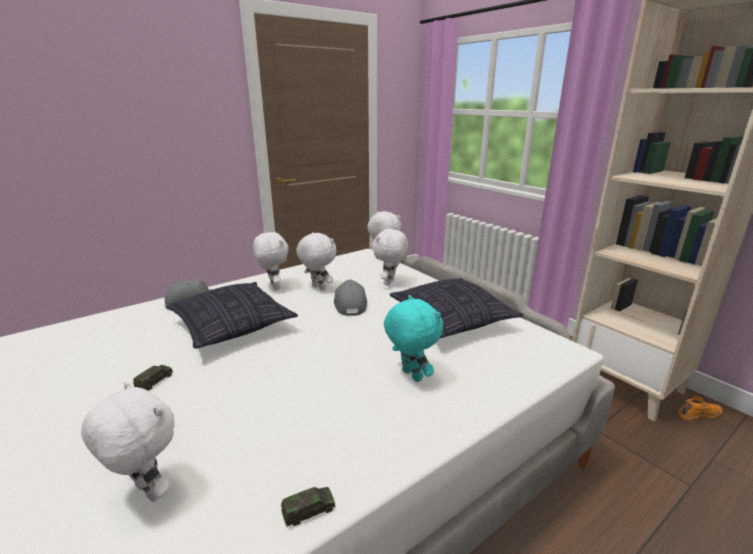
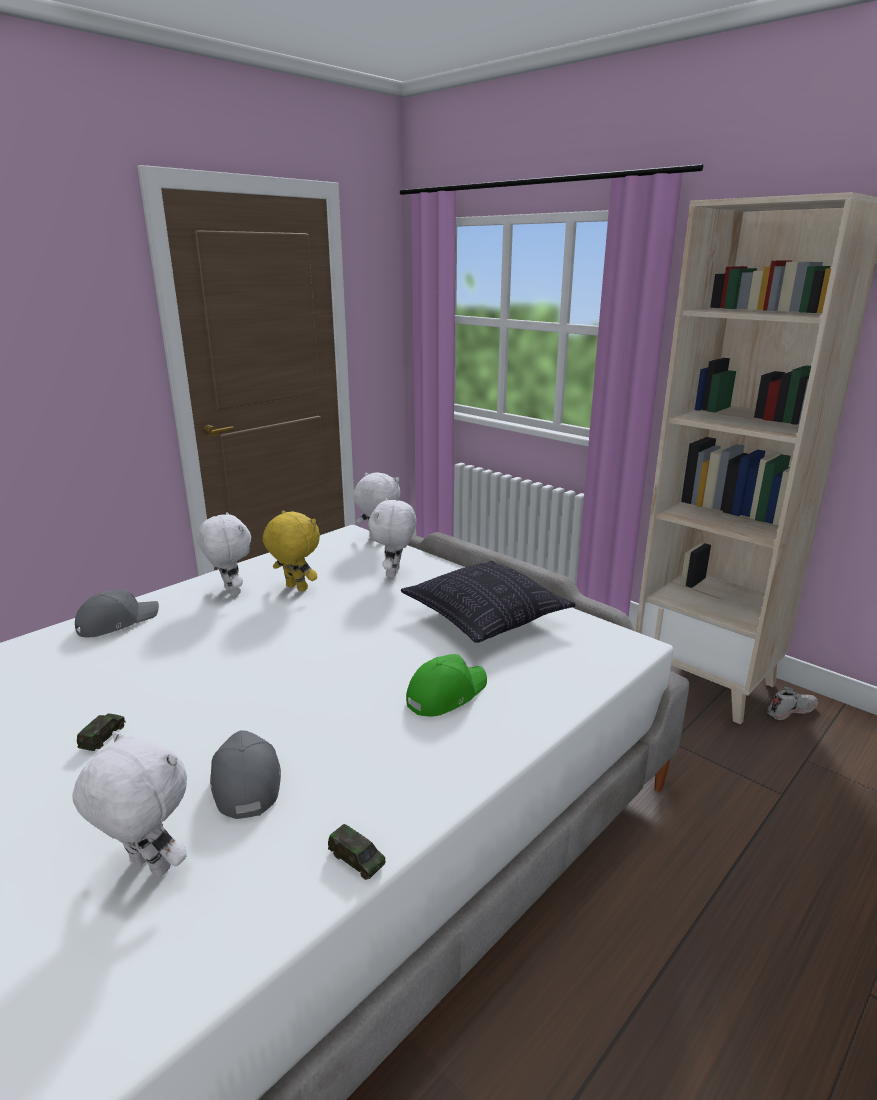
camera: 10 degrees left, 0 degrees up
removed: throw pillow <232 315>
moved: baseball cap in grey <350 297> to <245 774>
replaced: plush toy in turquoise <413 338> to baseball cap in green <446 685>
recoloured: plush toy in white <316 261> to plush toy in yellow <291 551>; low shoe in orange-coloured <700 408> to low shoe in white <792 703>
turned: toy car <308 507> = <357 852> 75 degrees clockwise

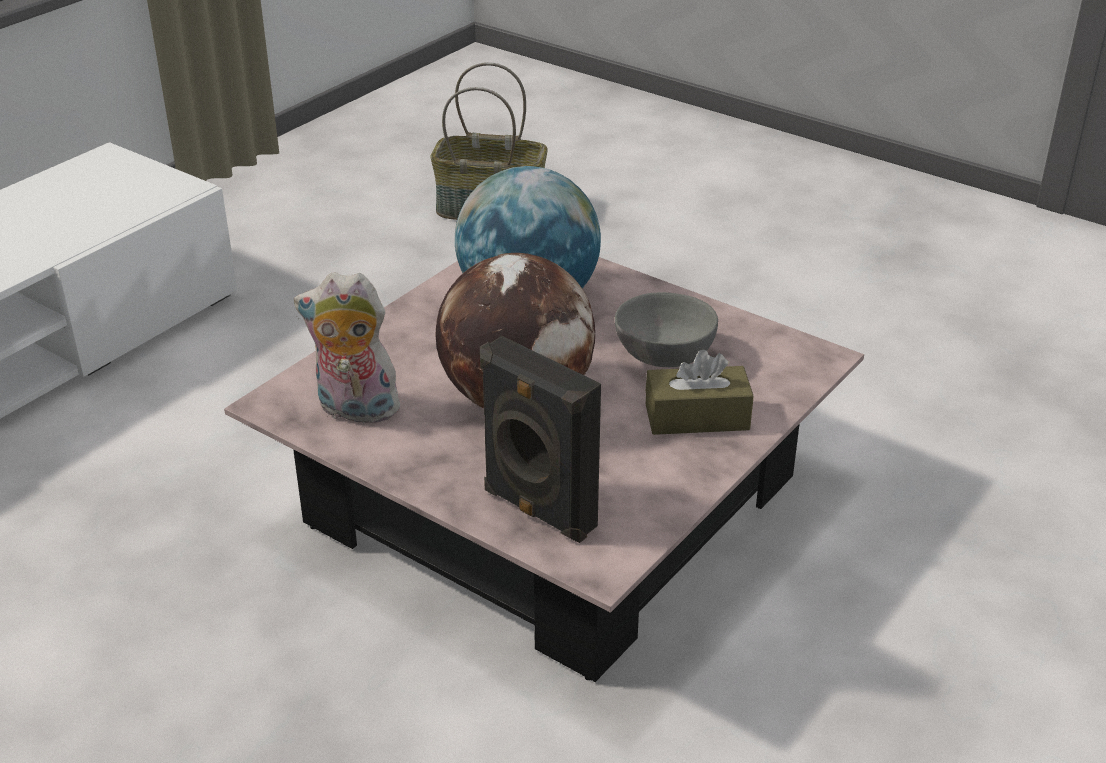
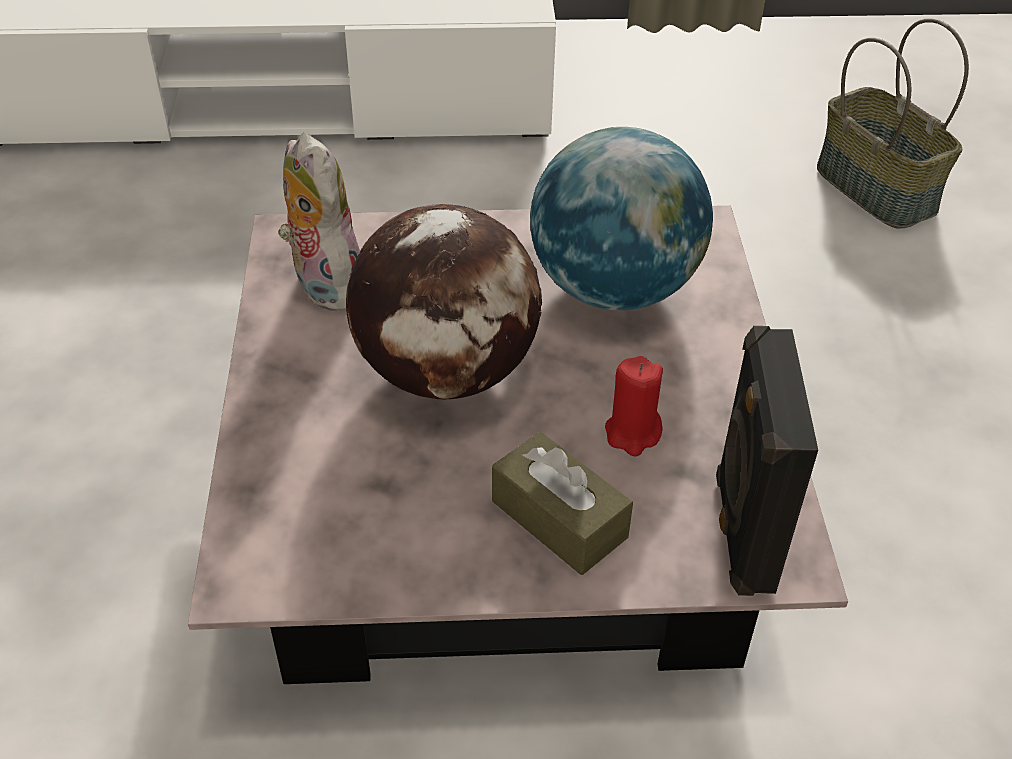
camera: 50 degrees right, 10 degrees up
moved: speaker in blackish <540 439> to <767 461>
replaced: bowl in grey <666 329> to wax candle in red <634 406>

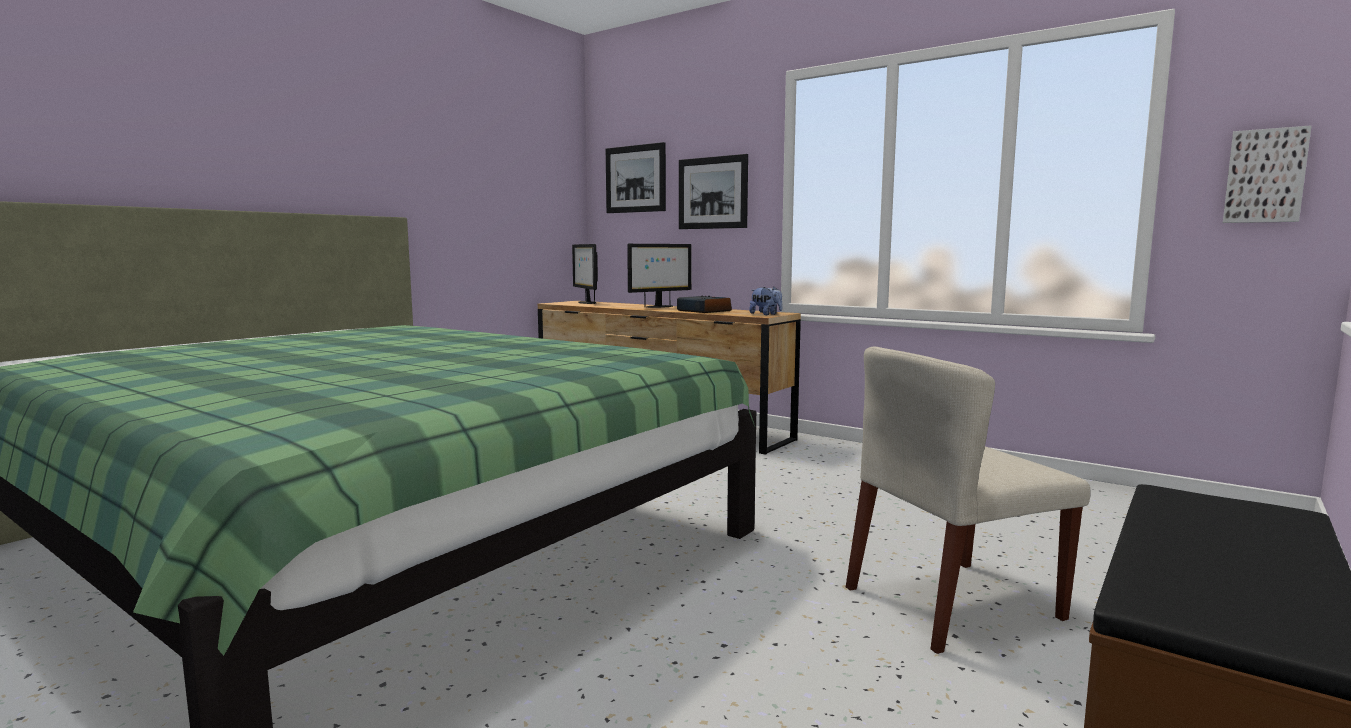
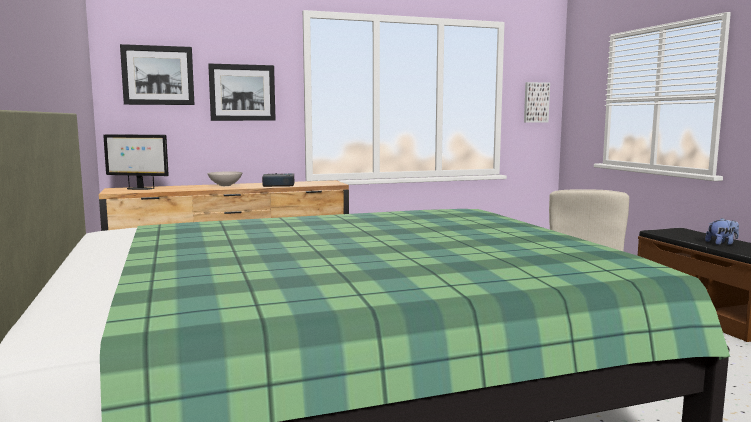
camera: 55 degrees left, 0 degrees up
moved: plush toy <766 301> to <722 231>
replaced: monitor <659 276> to bowl in white <224 178>

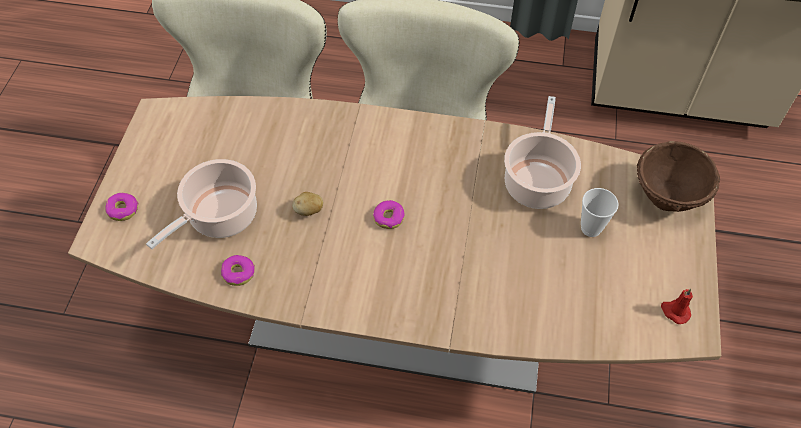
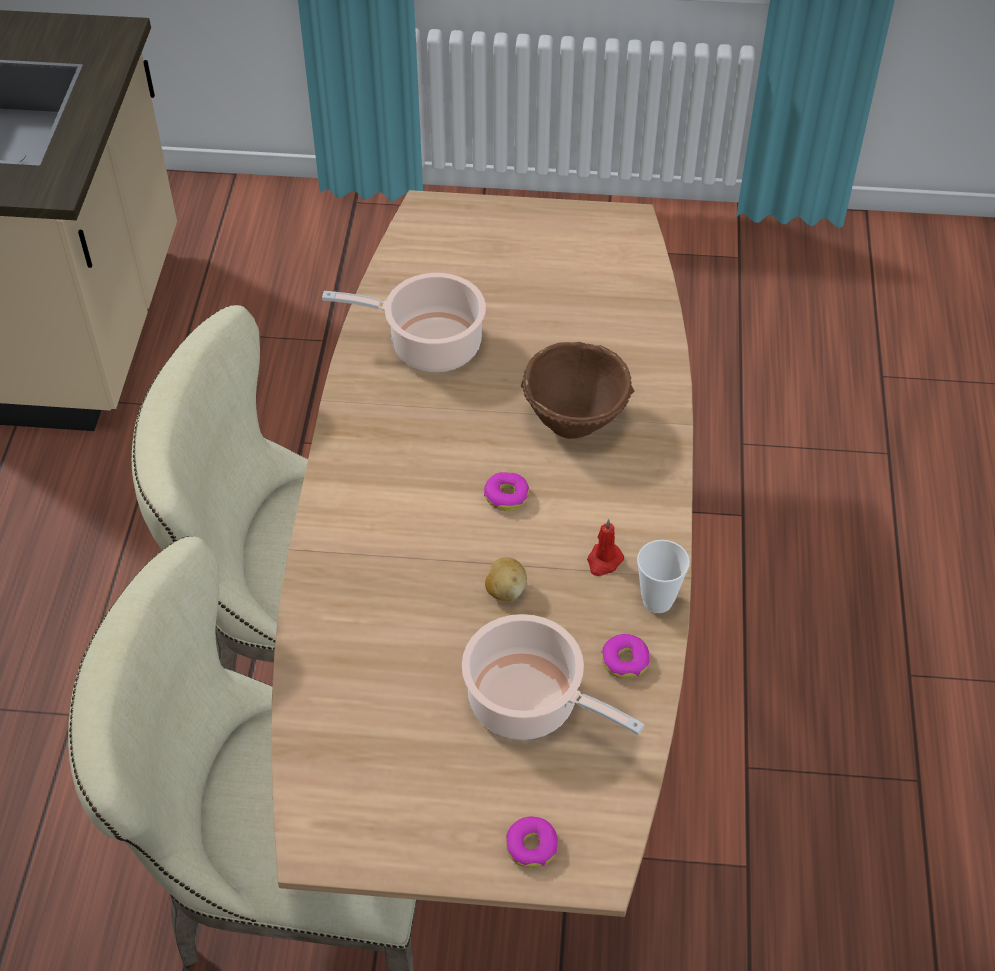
camera: 95 degrees left, 5 degrees down
moved: small cup <600 212> to <663 576>; bowl in brown-coloured <678 176> to <577 390>; wax candle in red <677 306> to <605 547>

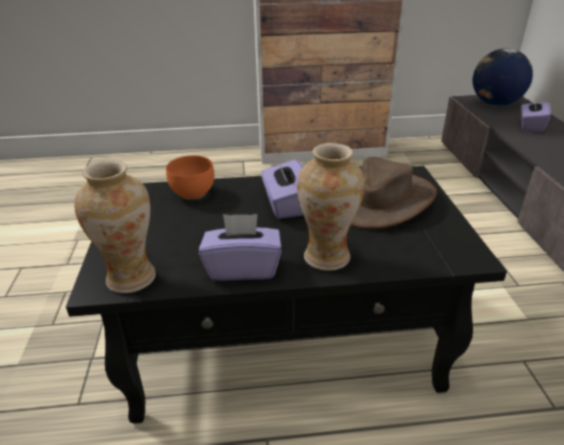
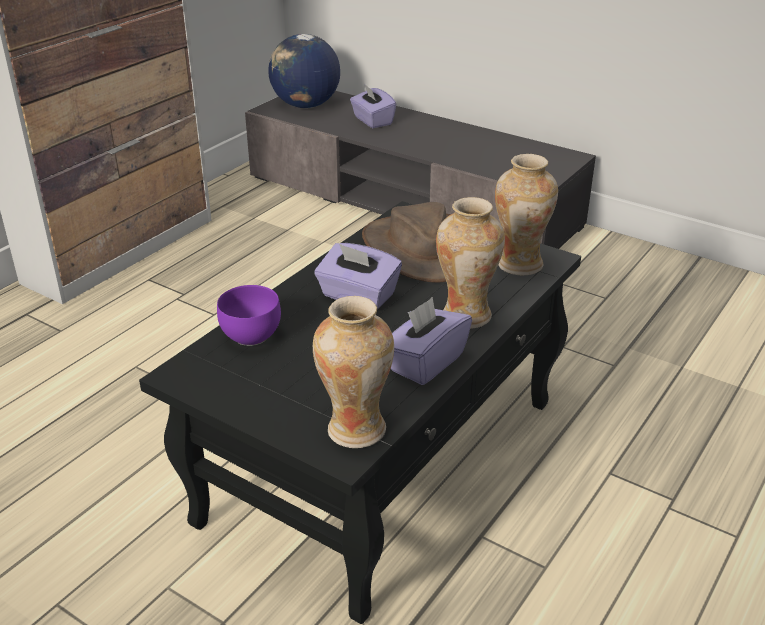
camera: 50 degrees left, 0 degrees up
added: decorative vase <526 214>
recoloured: bowl in orange-coloured <190 177> to bowl in purplish <249 315>

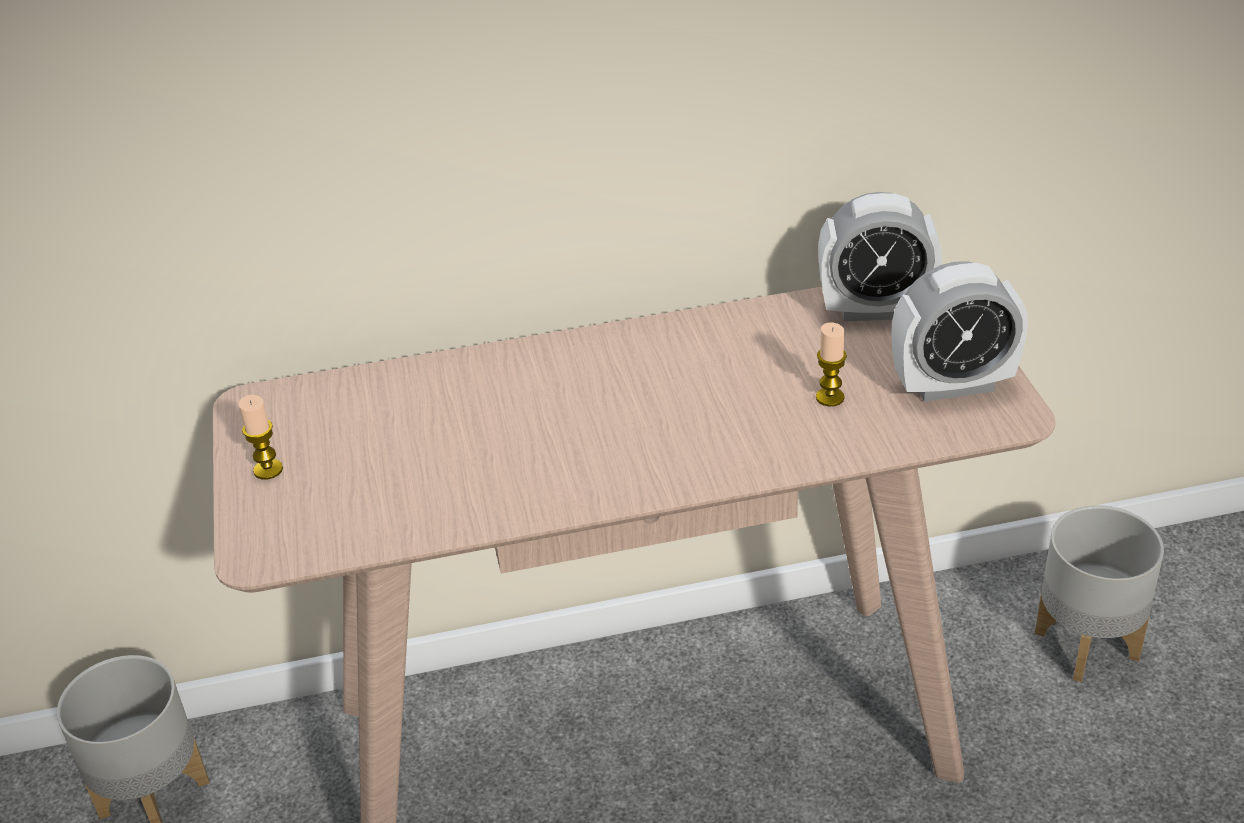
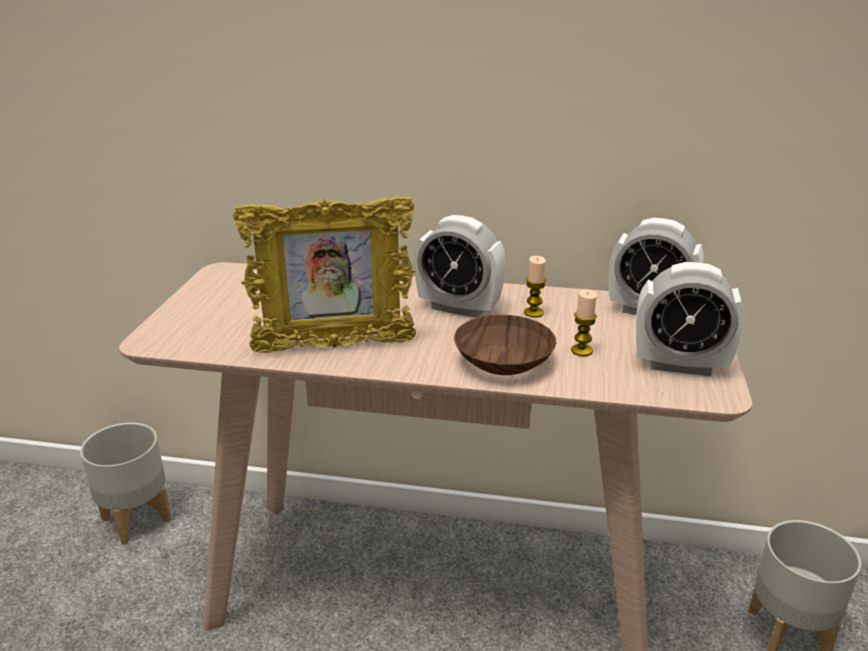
camera: 20 degrees right, 10 degrees down
added: standing frame <324 275>; bedside clock <460 266>; bowl in brown-coloured <505 345>
moved: wax candle <260 437> to <535 287>

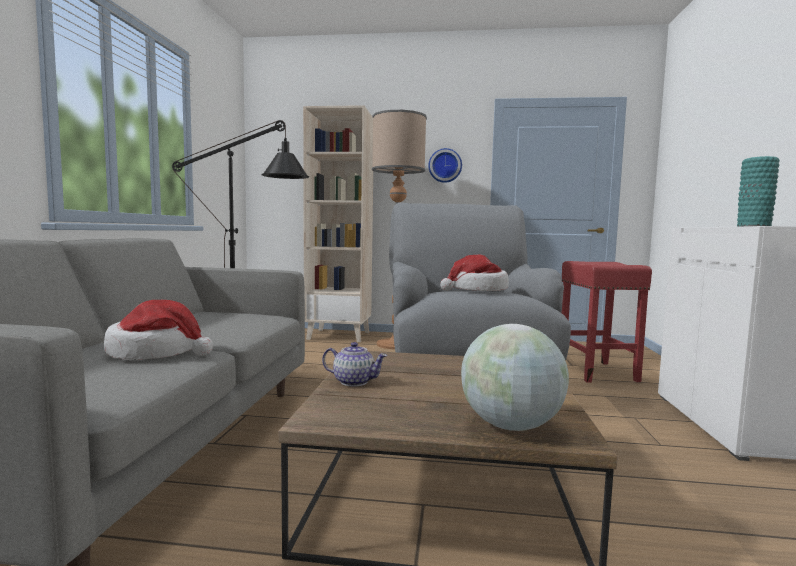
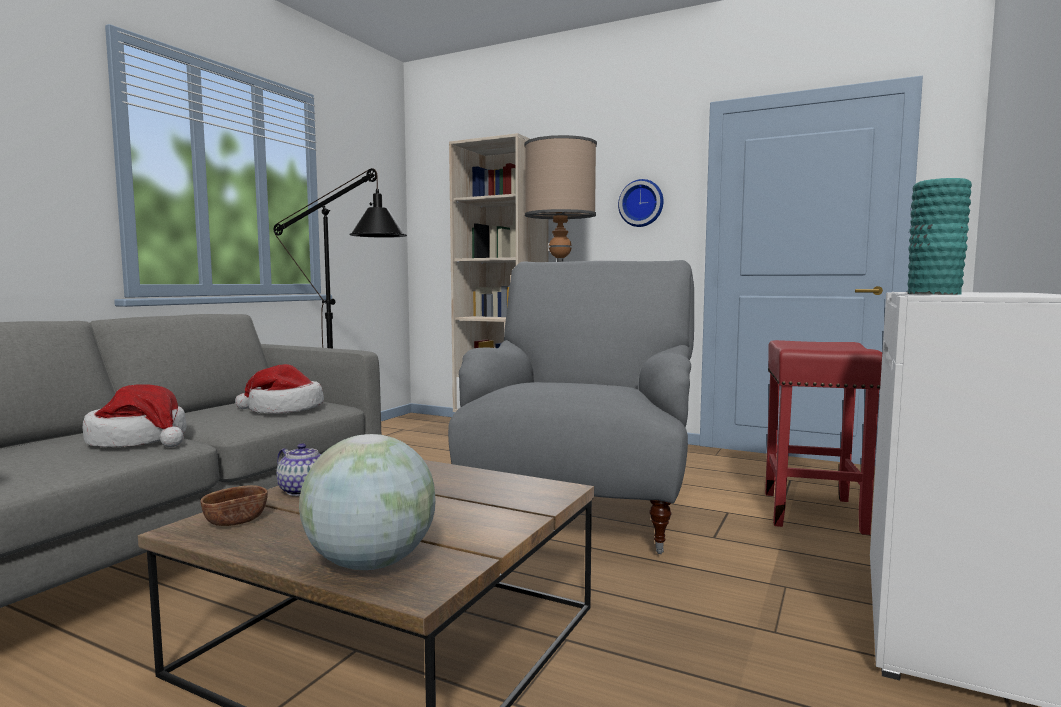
camera: 20 degrees right, 0 degrees up
added: bowl in brown-coloured <234 505>
moved: clothing hat <474 272> to <279 388>

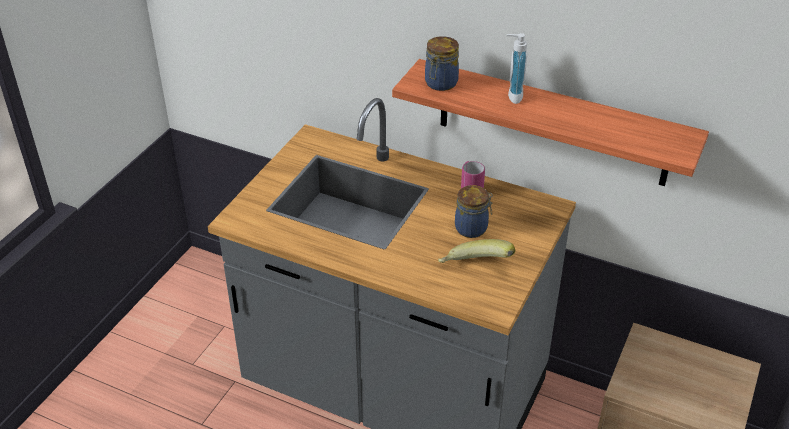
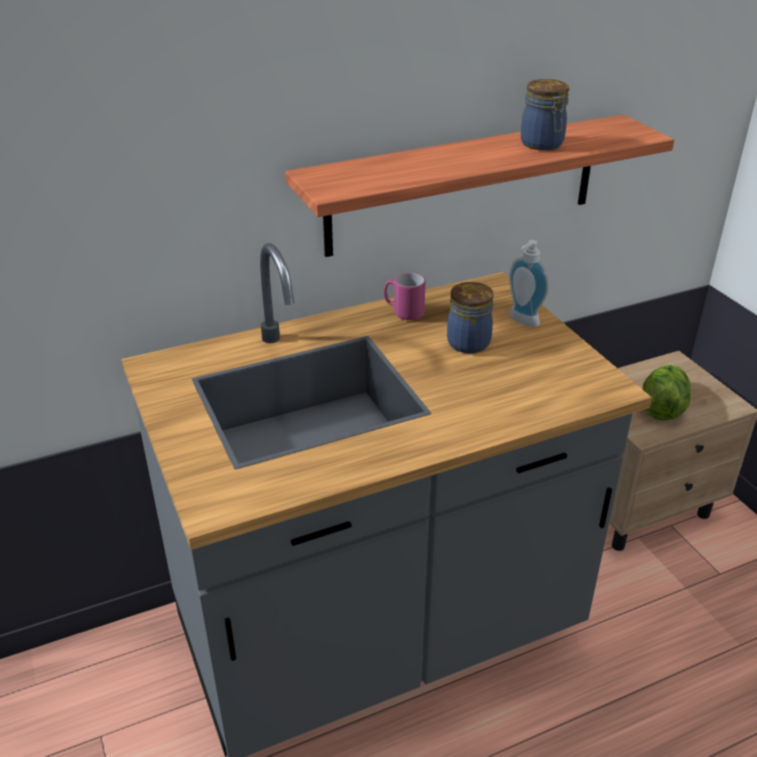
camera: 50 degrees left, 5 degrees down
removed: whole banana <476 251>
added: lettuce head <667 392>
moved: storage jar <442 63> to <545 114>; soap bottle <516 68> to <528 283>

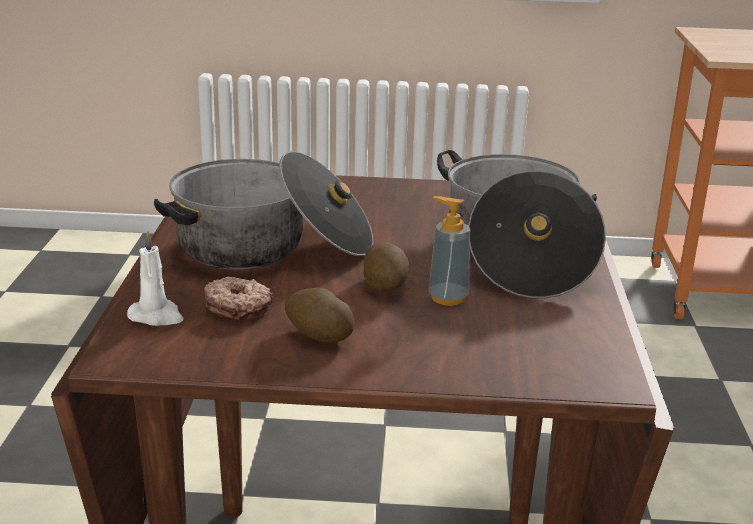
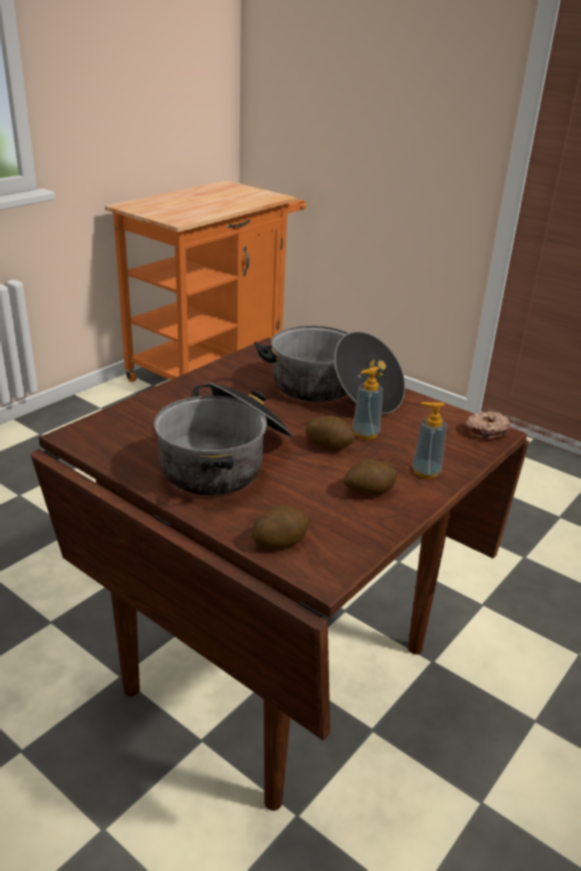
camera: 55 degrees left, 5 degrees up
added: soap bottle <429 440>
moved: doughnut <238 298> to <488 425>
replaced: wax candle in white <155 278> to potato <281 526>

